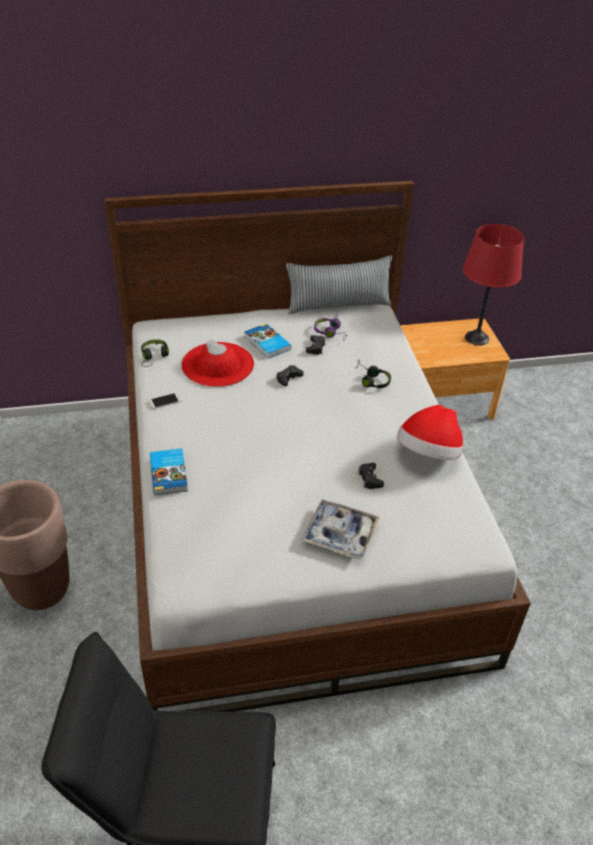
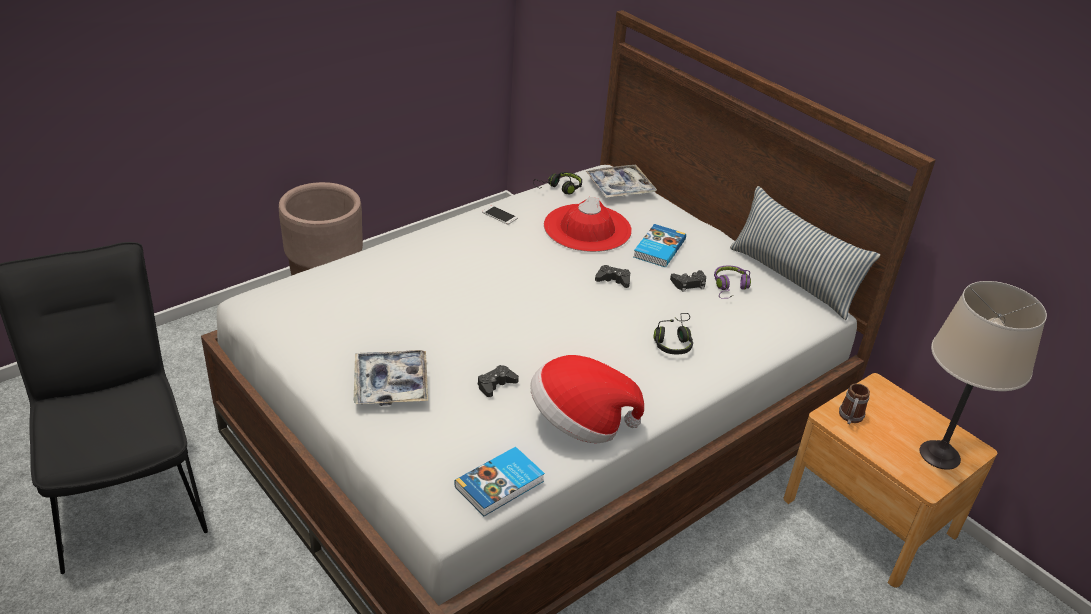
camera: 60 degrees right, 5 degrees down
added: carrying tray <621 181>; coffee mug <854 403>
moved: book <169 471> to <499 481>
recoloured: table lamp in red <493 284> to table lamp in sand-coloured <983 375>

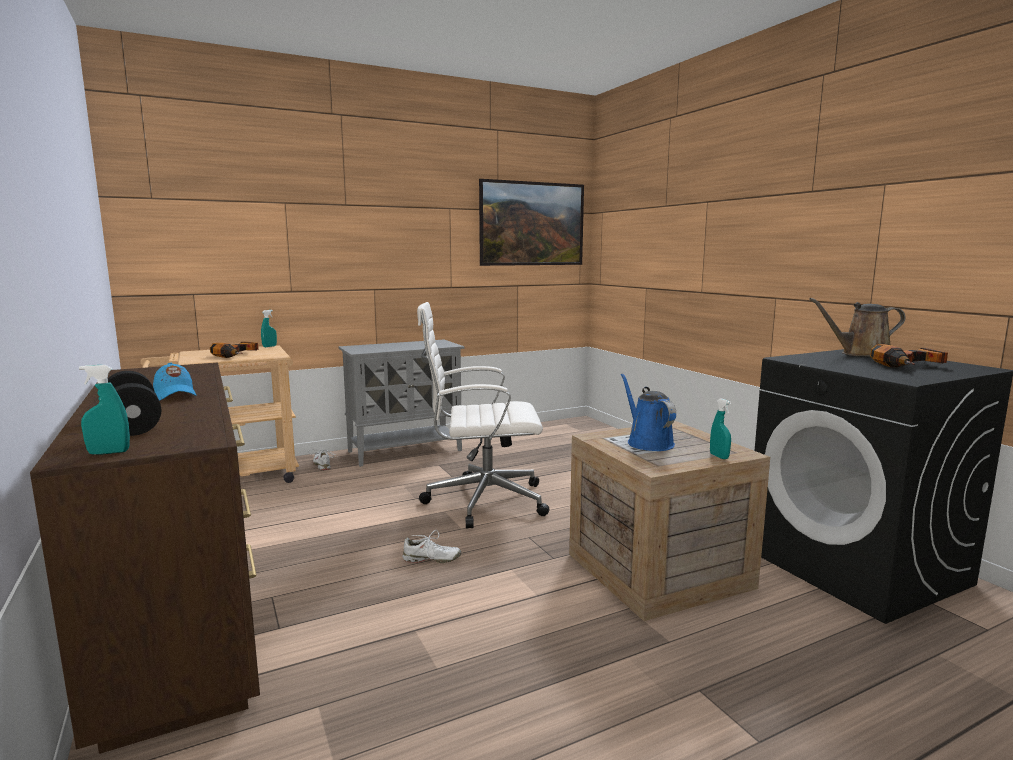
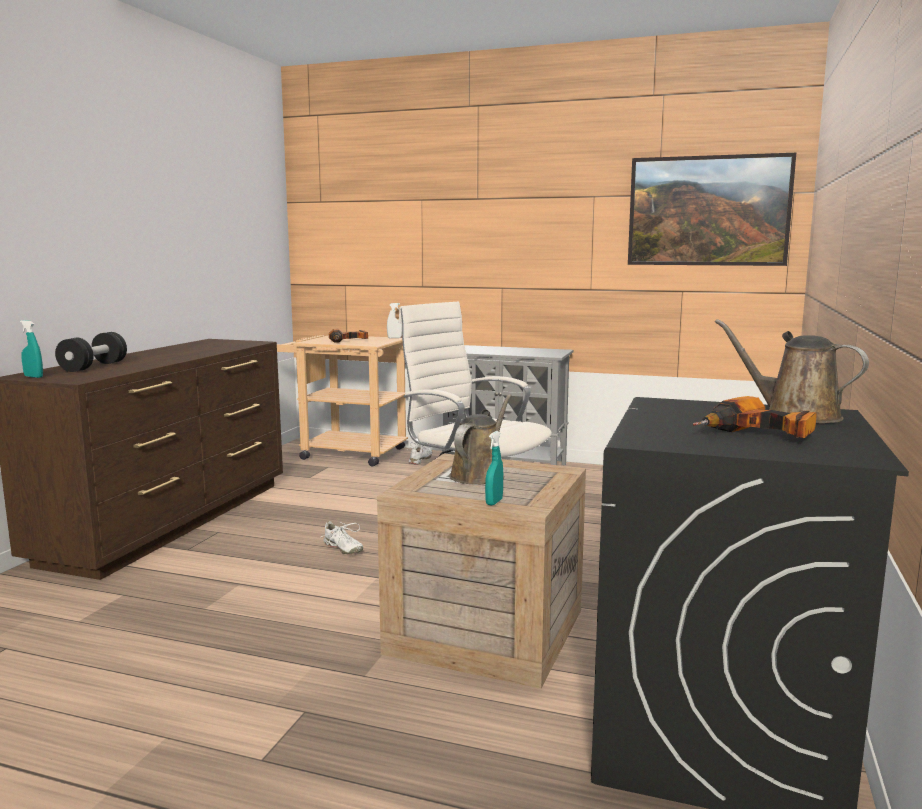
camera: 45 degrees right, 0 degrees up
removed: baseball cap in bluish <175 381>
recoloured: spray bottle in turquoise <269 328> to spray bottle in white <394 320>; watering pot in bluish <648 412> to watering pot in brown-coloured <480 439>

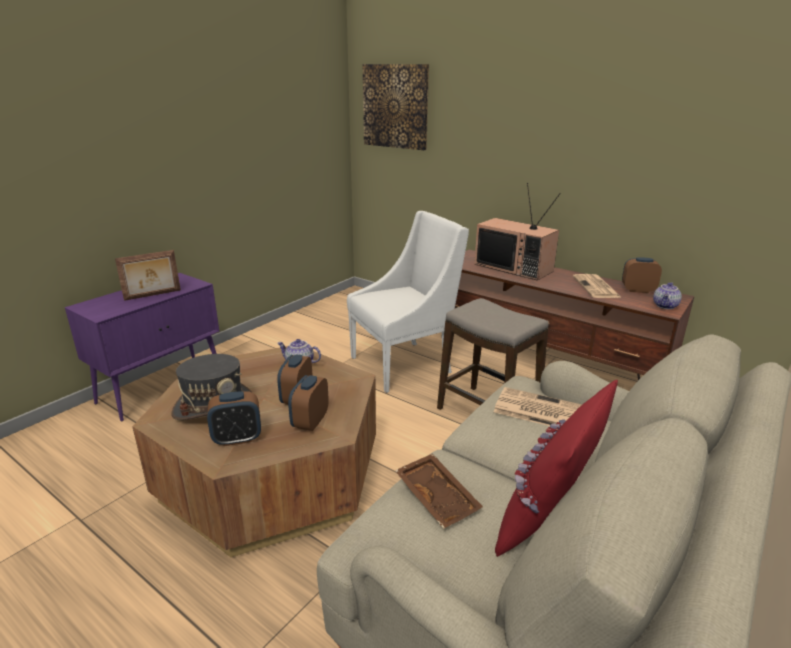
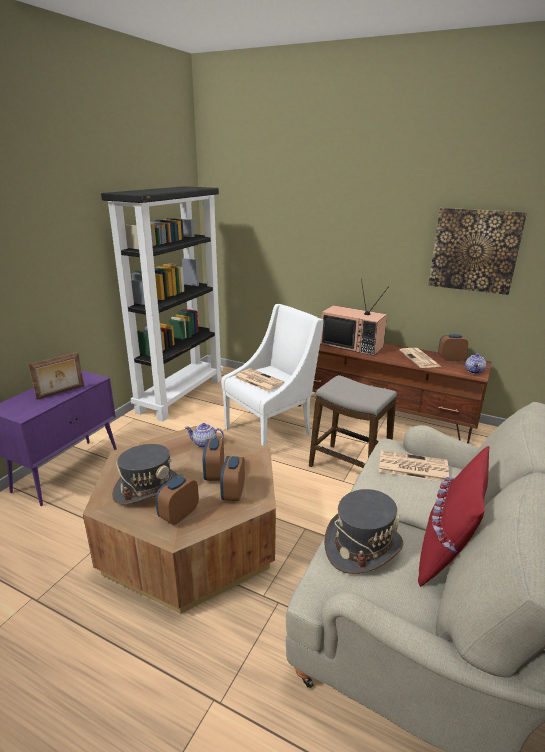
camera: 10 degrees left, 0 degrees up
added: shelving unit in blackish <162 303>; newspaper <259 379>
moved: picture <396 107> to <477 251>
replaced: carrying tray in brown-coloured <439 491> to clothing hat in grey <364 531>
turned: bedside clock <234 419> = <177 499> 150 degrees clockwise

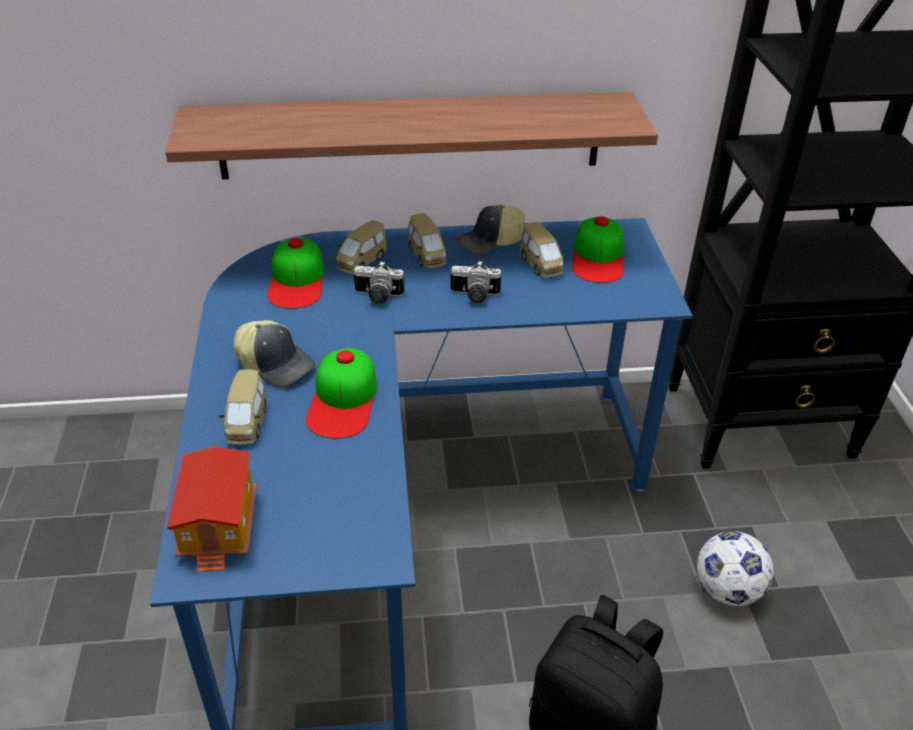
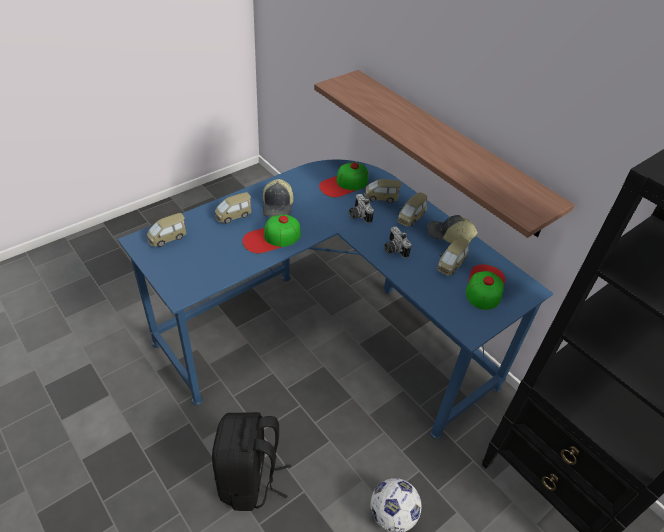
camera: 55 degrees right, 5 degrees up
replaced: miniature house <212 509> to toy car <166 230>
turned: baseball cap <598 249> = <485 287> 135 degrees clockwise

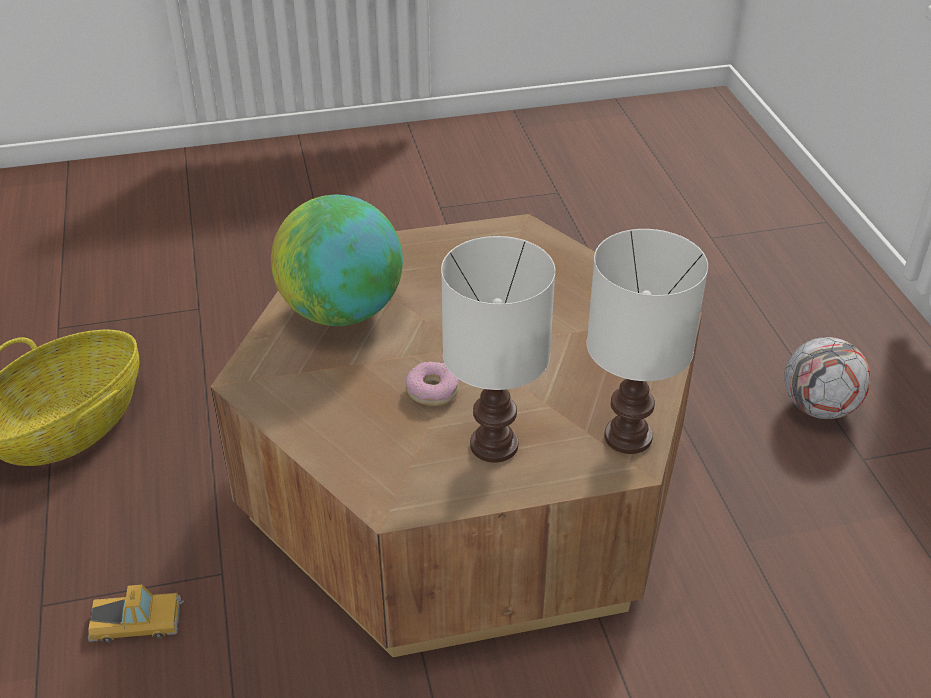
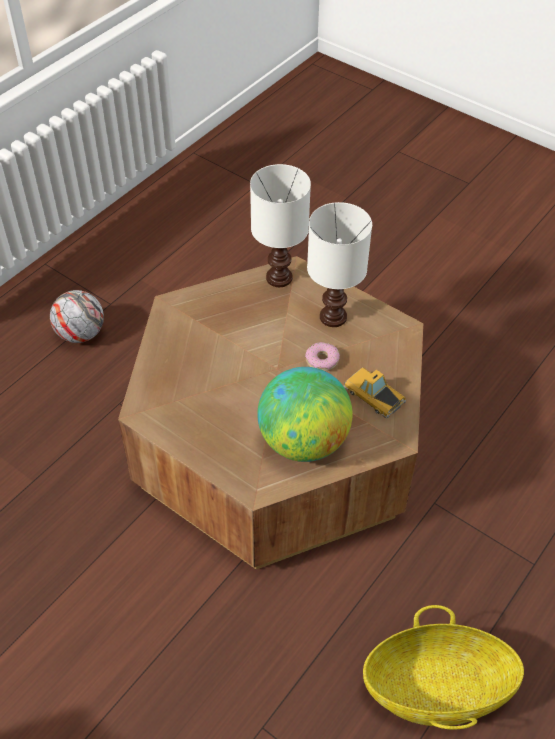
camera: 130 degrees left, 10 degrees up
moved: toy car <136 614> to <375 392>

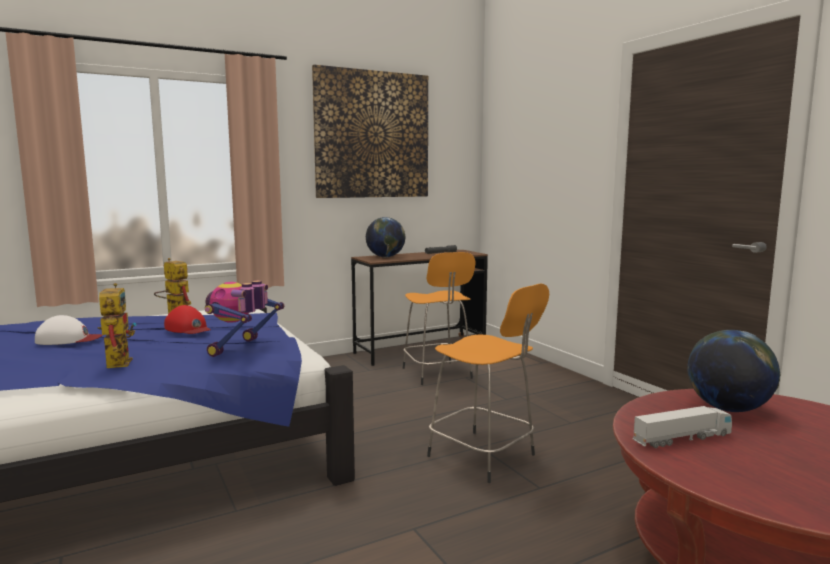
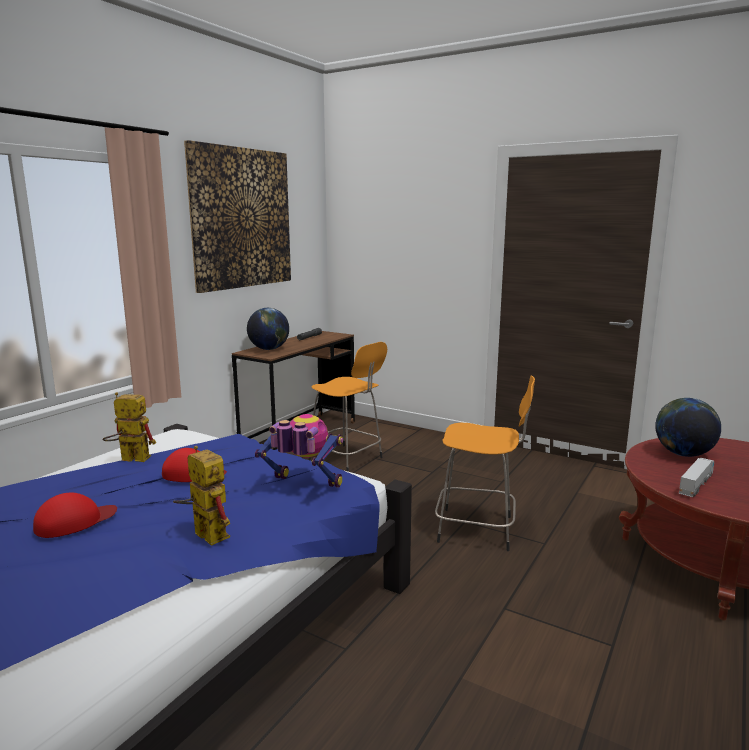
camera: 30 degrees left, 5 degrees up
recoloured: baseball cap in white <69 330> to baseball cap in red <75 515>
turned: robot figure <244 318> = <299 451> 120 degrees clockwise

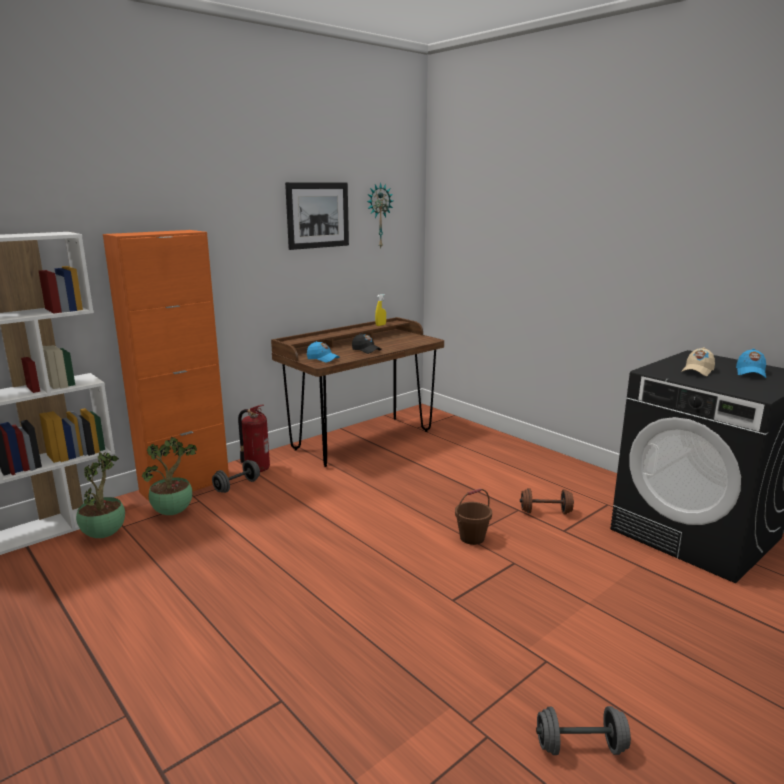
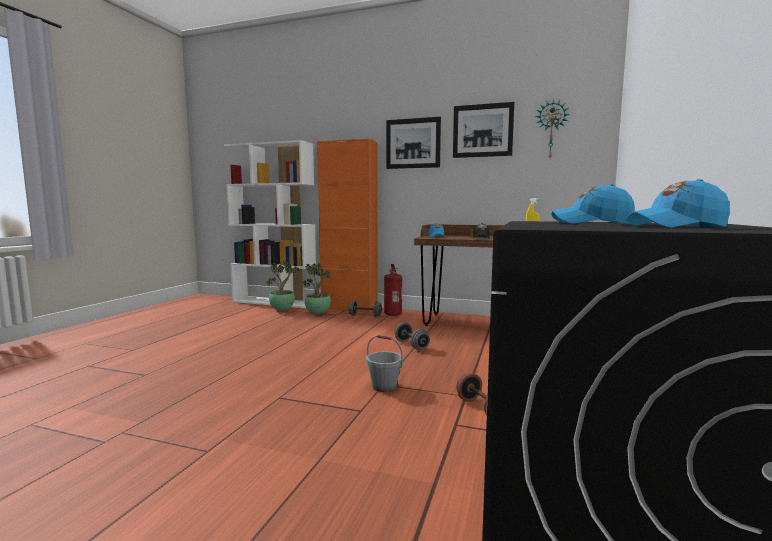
camera: 60 degrees right, 10 degrees down
added: picture <413 143>
moved: hand weight in grey <583 730> to <412 336>
recoloured: bucket in brown-coloured <473 517> to bucket in grey <384 363>; baseball cap in sand-coloured <698 362> to baseball cap in bluish <593 204>

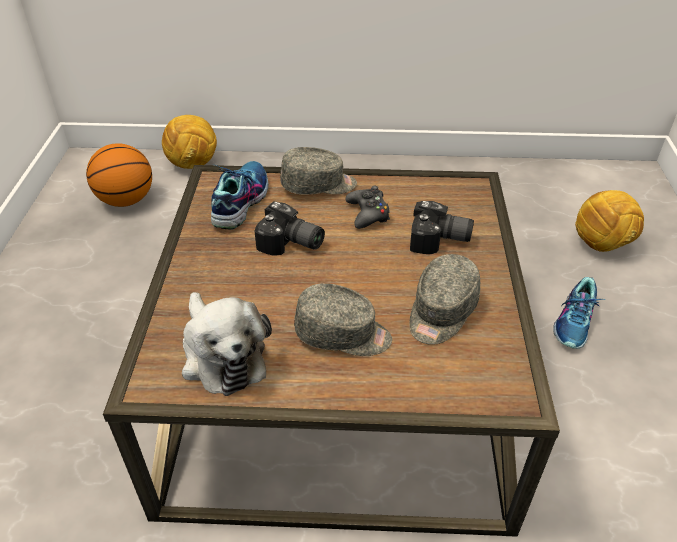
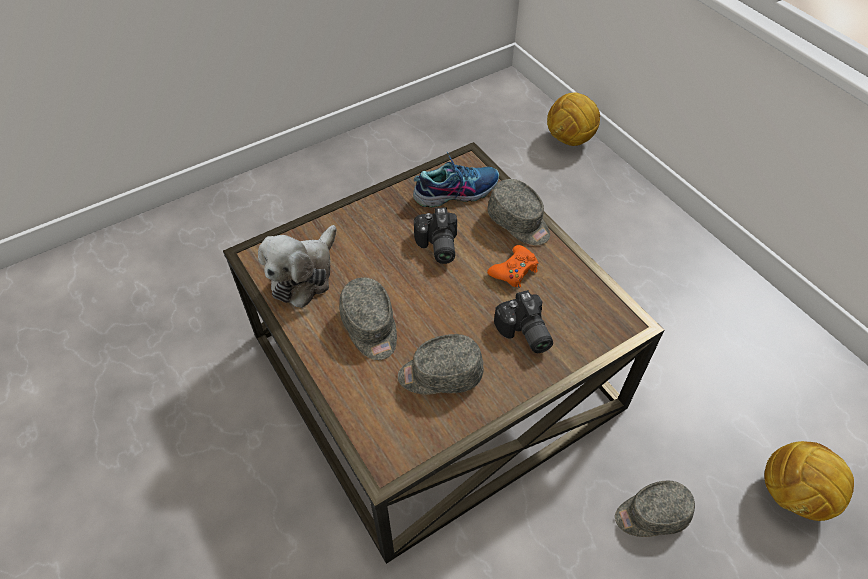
camera: 55 degrees right, 10 degrees up
removed: basketball <119 175>
replaced: low shoe <579 313> to baseball cap in grey <655 508>
recoloured: gamepad in blackish <368 207> to gamepad in orange-coloured <512 266>

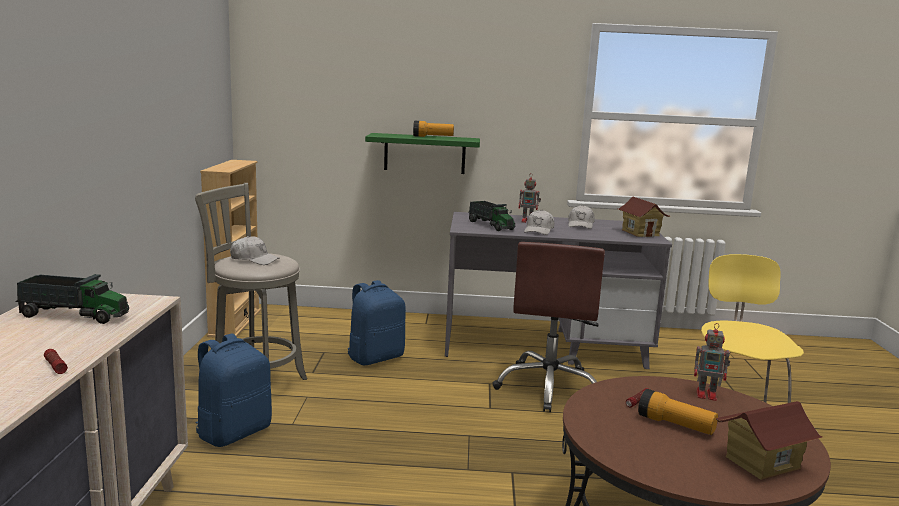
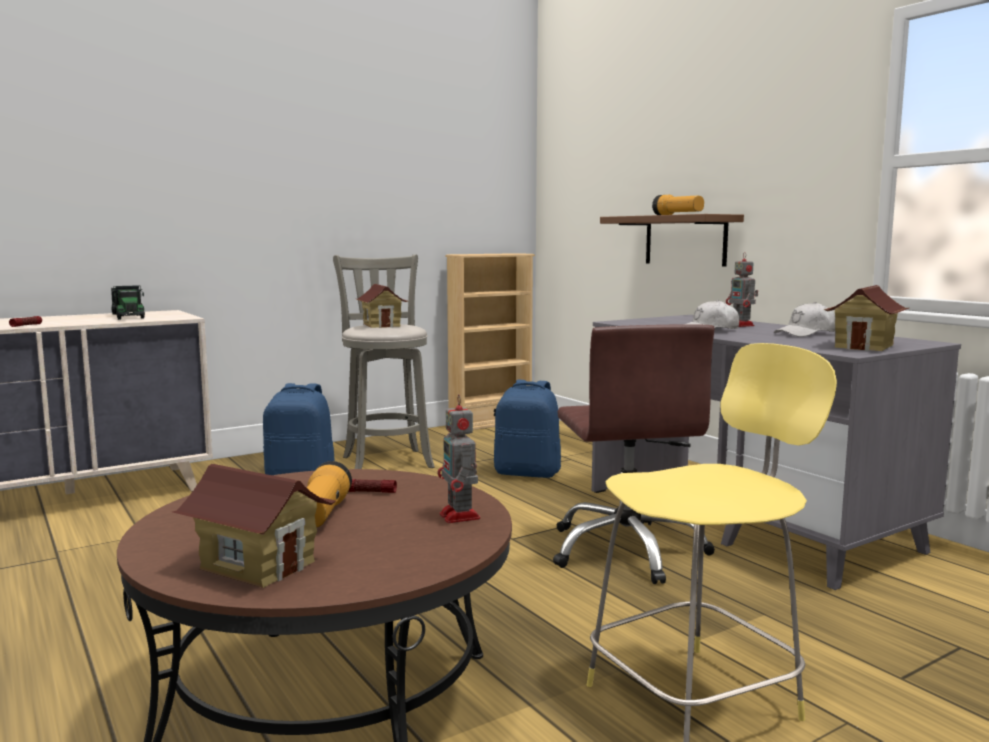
camera: 55 degrees right, 5 degrees down
removed: toy lorry <492 216>
replaced: baseball cap in white <255 250> to miniature house <382 306>
recoloured: shelf in green <422 153> to shelf in brown-coloured <672 240>
turned: office chair in brown-coloured <548 327> = <634 454> 75 degrees counterclockwise

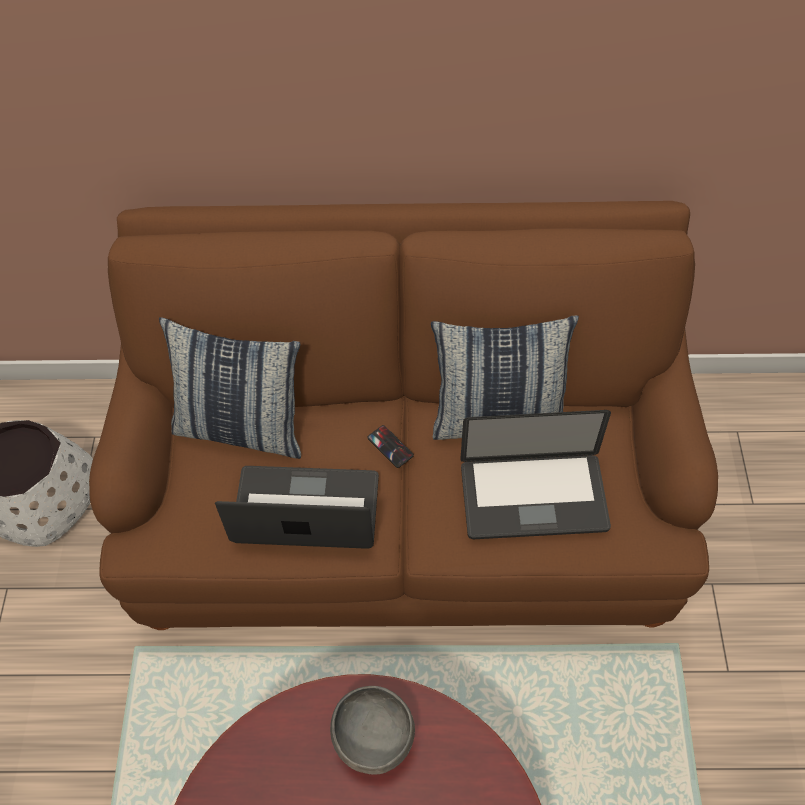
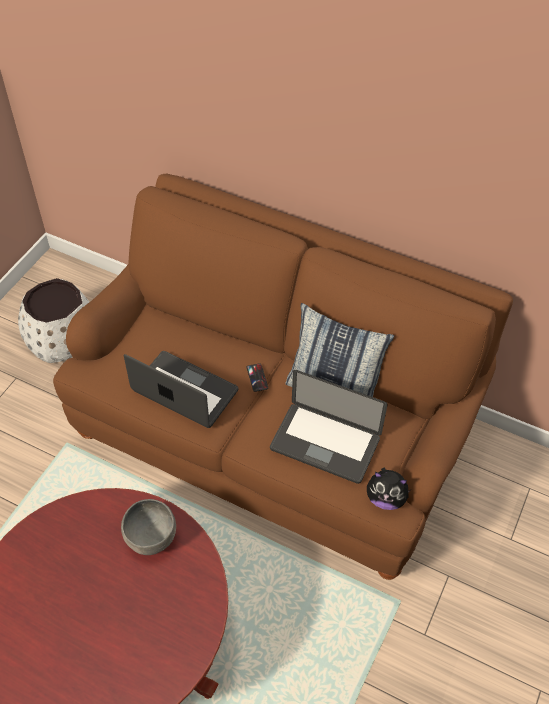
camera: 25 degrees right, 5 degrees down
removed: throw pillow <230 388>
added: plush toy <388 489>

